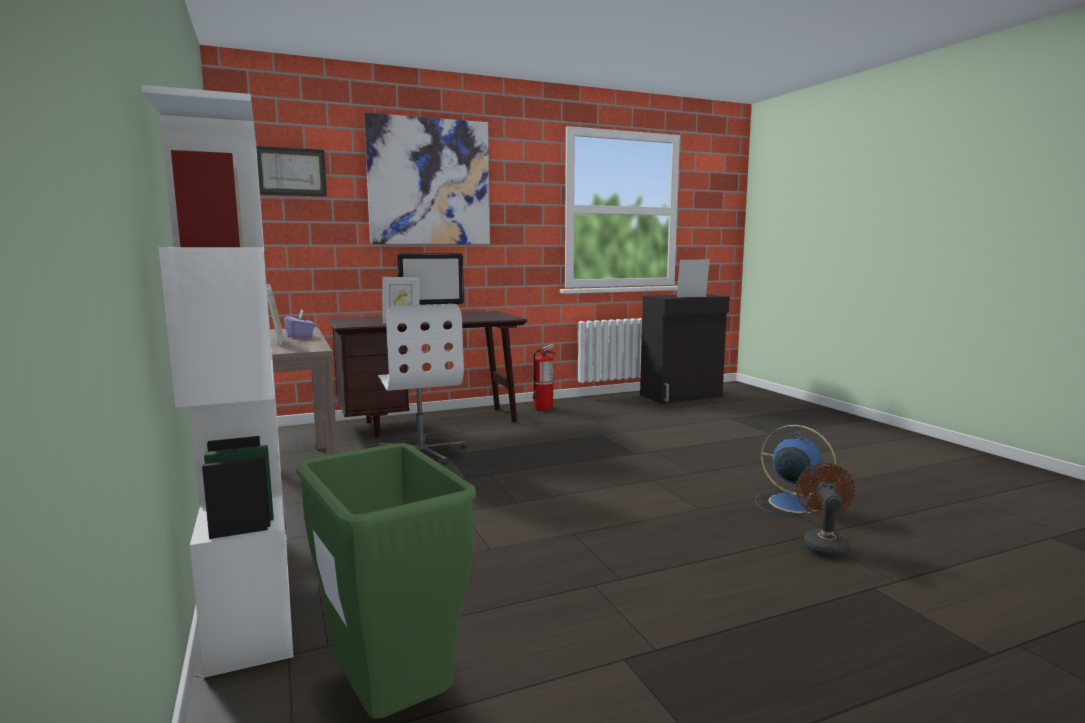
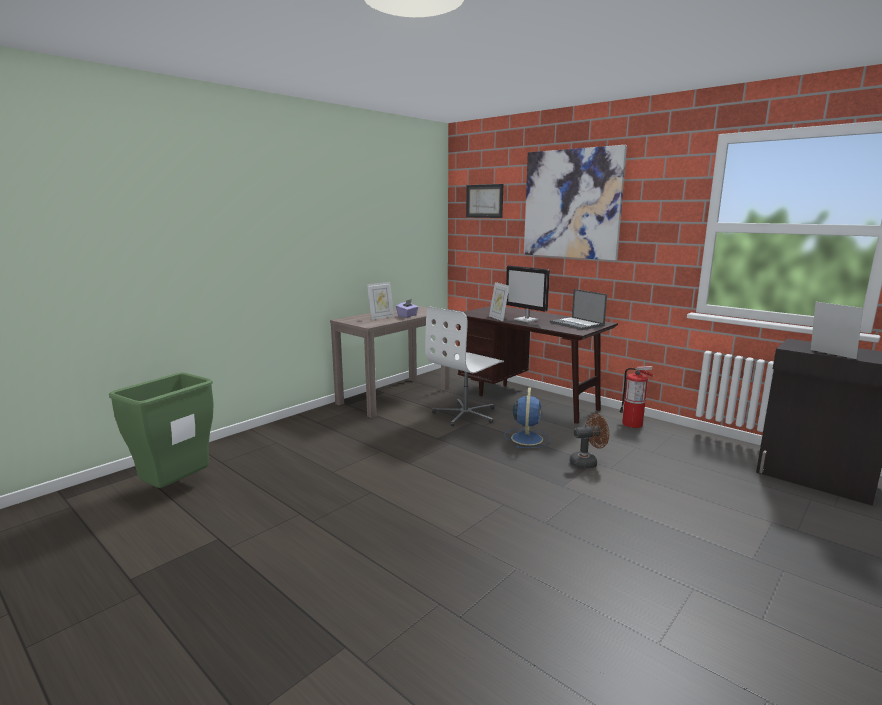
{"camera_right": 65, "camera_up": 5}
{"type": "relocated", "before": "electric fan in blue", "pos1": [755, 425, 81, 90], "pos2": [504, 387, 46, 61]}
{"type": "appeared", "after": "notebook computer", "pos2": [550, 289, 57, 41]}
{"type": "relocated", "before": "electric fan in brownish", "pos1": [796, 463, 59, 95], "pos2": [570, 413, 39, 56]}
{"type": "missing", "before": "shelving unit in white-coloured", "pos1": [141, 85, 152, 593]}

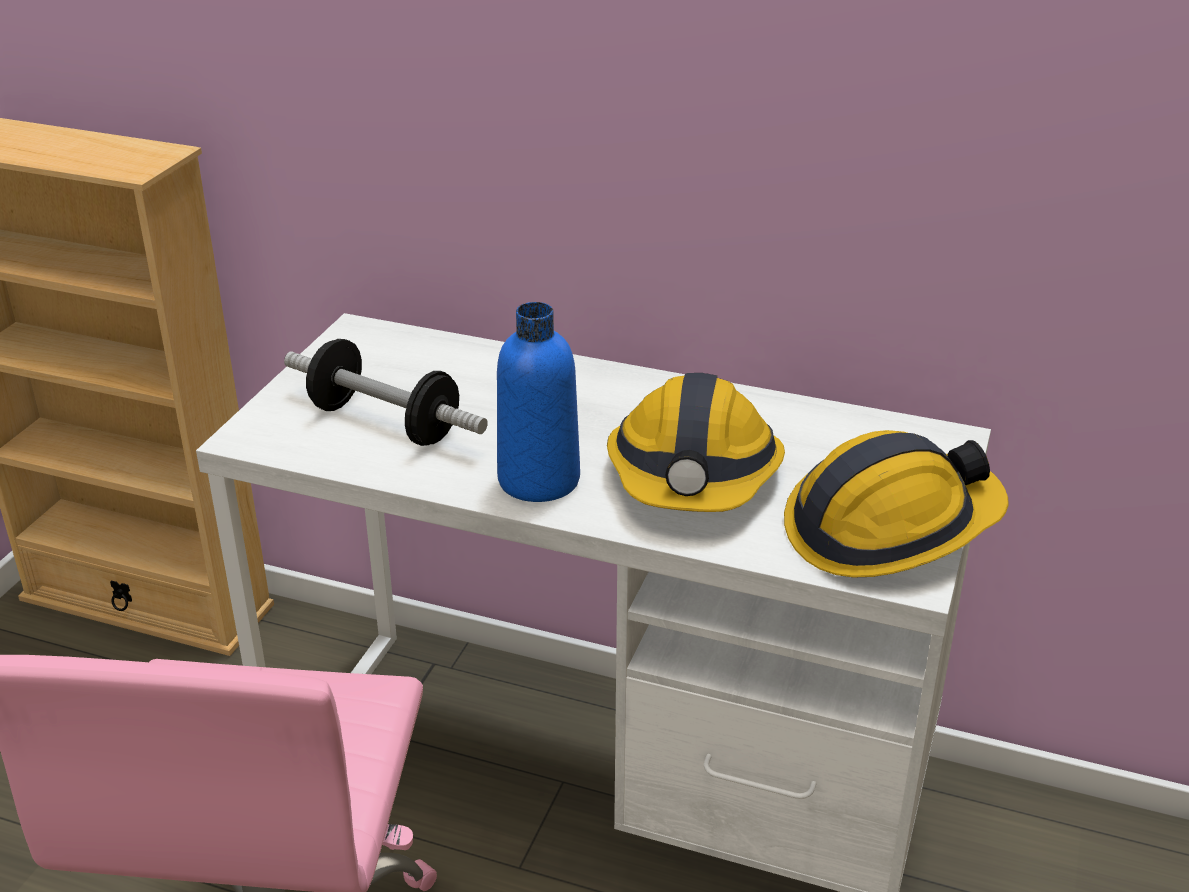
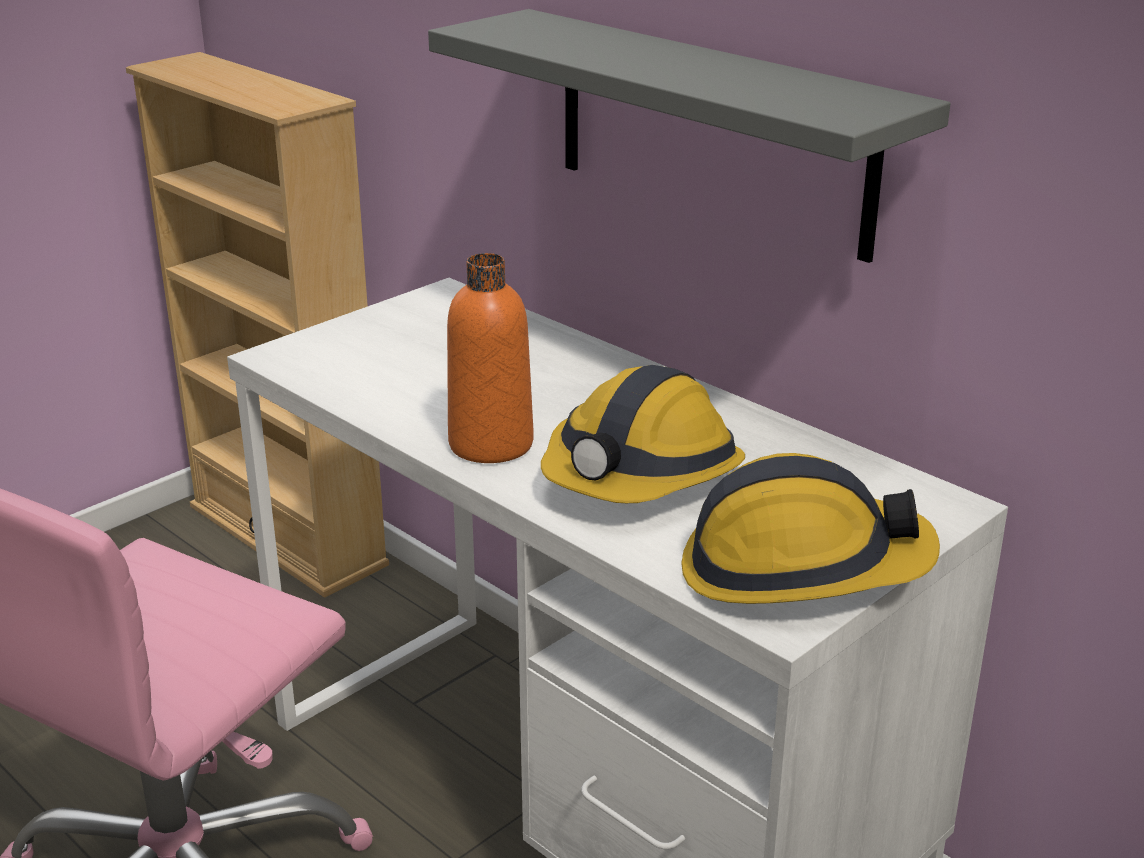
{"camera_right": 25, "camera_up": -5}
{"type": "appeared", "after": "wall shelf in grey", "pos2": [428, 9, 522, 254]}
{"type": "colour", "before": "drink bottle in blue", "after": "drink bottle in orange-coloured", "pos1": [497, 302, 83, 200], "pos2": [447, 253, 87, 210]}
{"type": "missing", "before": "dumbbell", "pos1": [284, 339, 204, 107]}

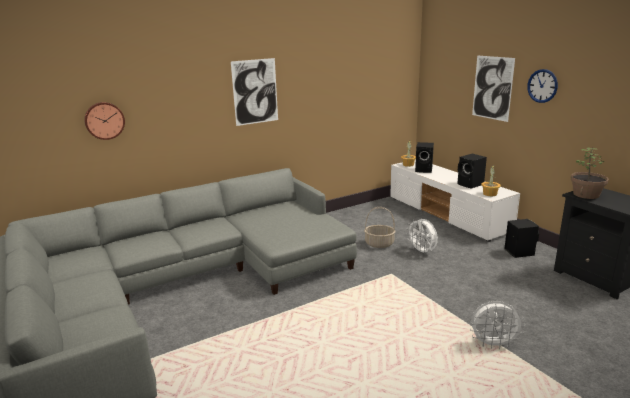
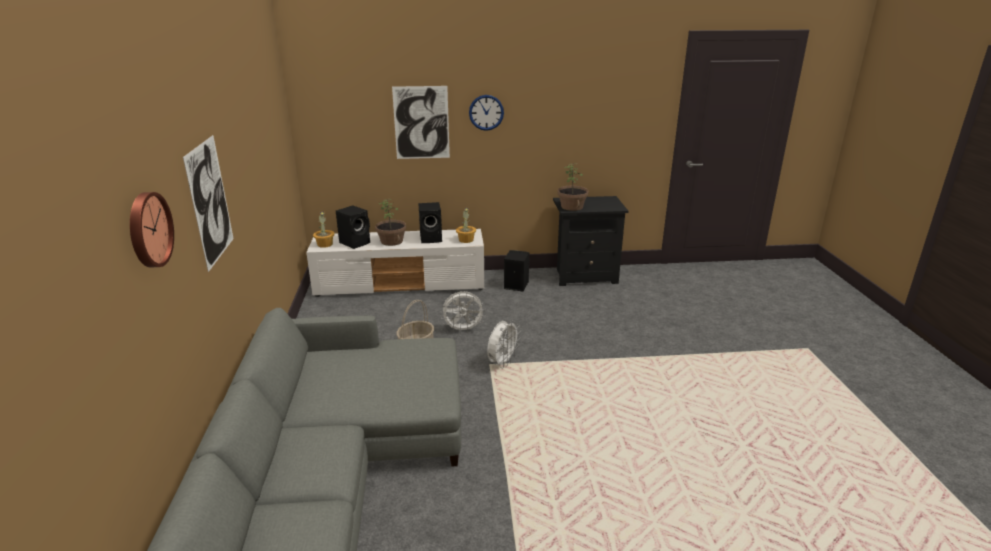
{"camera_right": -65, "camera_up": 5}
{"type": "relocated", "before": "clock on the wall", "pos1": [84, 102, 41, 38], "pos2": [130, 192, 44, 75]}
{"type": "appeared", "after": "plant in a pot", "pos2": [375, 198, 31, 48]}
{"type": "relocated", "before": "electric fan in white-coloured", "pos1": [470, 301, 55, 48], "pos2": [487, 320, 34, 48]}

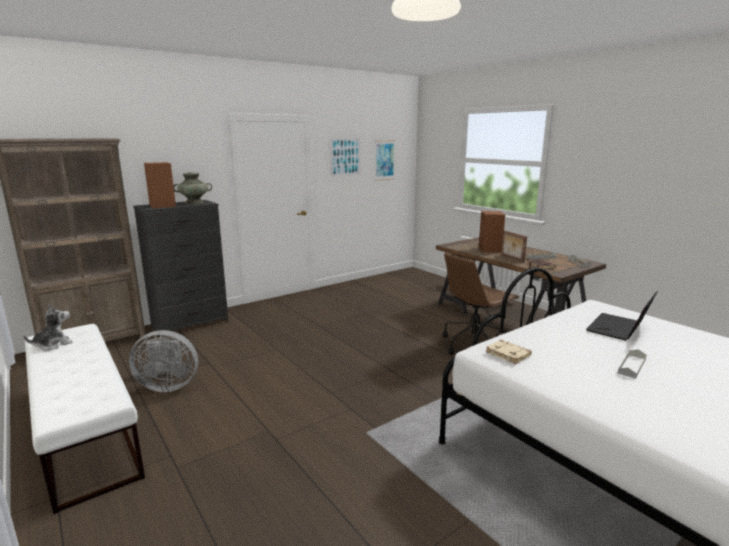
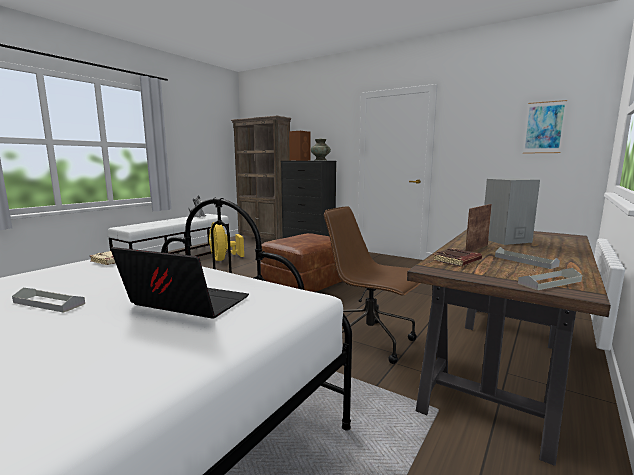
{"camera_right": 70, "camera_up": -5}
{"type": "colour", "before": "electric fan in grey", "after": "electric fan in yellowish", "pos1": [129, 330, 69, 62], "pos2": [209, 222, 35, 39]}
{"type": "appeared", "after": "ottoman in brownish", "pos2": [260, 233, 83, 59]}
{"type": "colour", "before": "loudspeaker in brownish", "after": "loudspeaker in grey", "pos1": [479, 211, 26, 42], "pos2": [484, 178, 56, 67]}
{"type": "missing", "before": "wall picture", "pos1": [330, 138, 30, 39]}

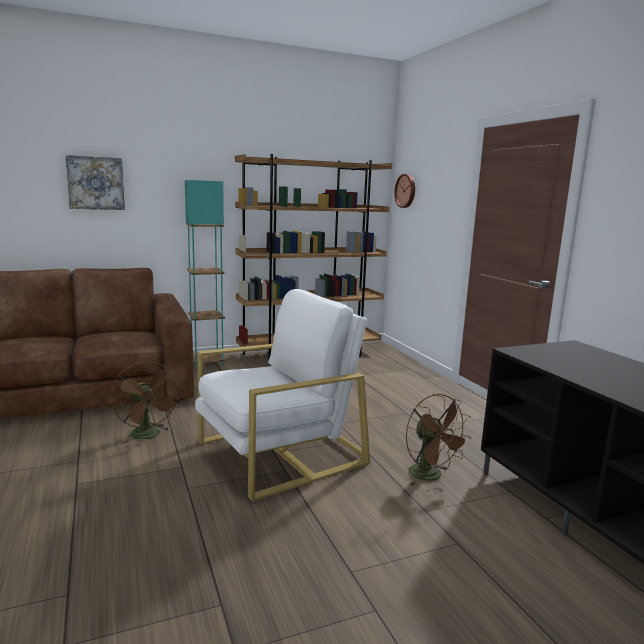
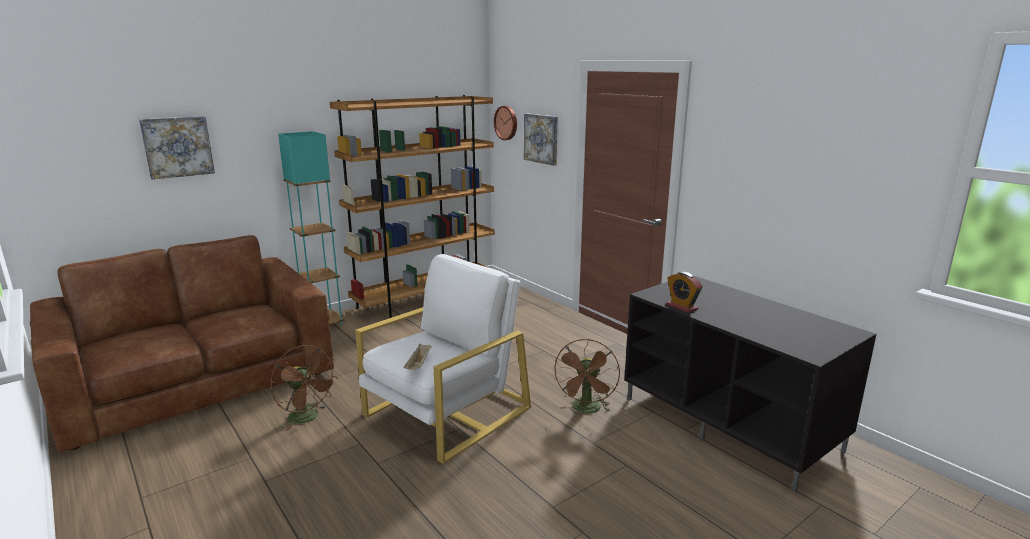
{"camera_right": -15, "camera_up": 5}
{"type": "appeared", "after": "serving tray in beige-coloured", "pos2": [403, 343, 29, 27]}
{"type": "appeared", "after": "wall picture", "pos2": [524, 113, 34, 53]}
{"type": "spun", "before": "electric fan in brownish", "pos1": [406, 394, 65, 92], "pos2": [554, 339, 66, 74], "turn": 60}
{"type": "appeared", "after": "alarm clock", "pos2": [666, 272, 37, 41]}

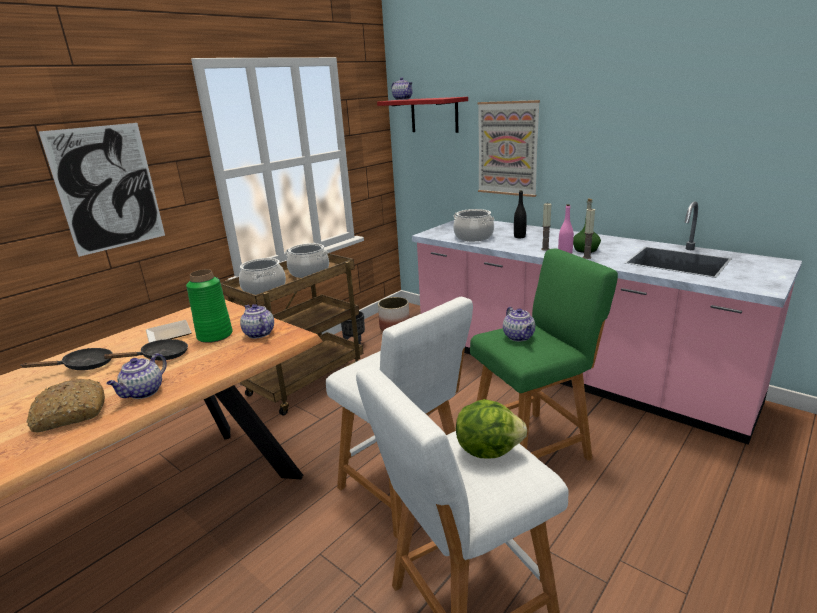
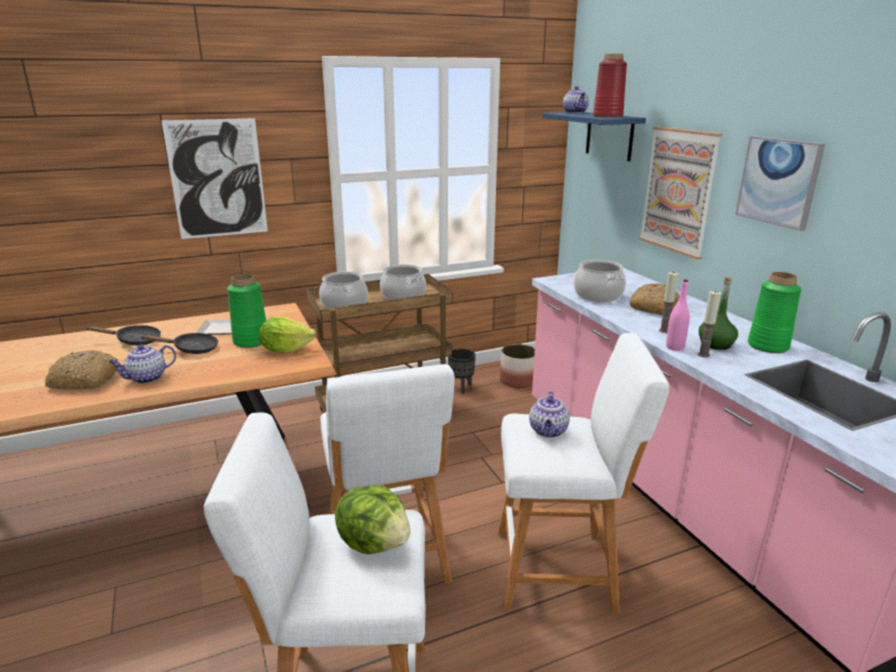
{"camera_right": 25, "camera_up": 0}
{"type": "exchanged", "before": "teapot", "after": "head of lettuce", "pos1": [240, 304, 34, 35], "pos2": [259, 316, 57, 37]}
{"type": "colour", "before": "stool in green-coloured", "after": "stool in white-coloured", "pos1": [470, 249, 148, 212], "pos2": [498, 333, 171, 281]}
{"type": "colour", "before": "wall shelf in red-coloured", "after": "wall shelf in blue", "pos1": [377, 97, 91, 36], "pos2": [542, 112, 104, 49]}
{"type": "appeared", "after": "flower vase in red-coloured", "pos2": [593, 54, 34, 64]}
{"type": "exchanged", "before": "drink bottle in black-coloured", "after": "bread", "pos1": [514, 190, 13, 48], "pos2": [630, 283, 50, 32]}
{"type": "appeared", "after": "wall picture", "pos2": [735, 136, 90, 95]}
{"type": "appeared", "after": "flower vase in green-coloured", "pos2": [748, 272, 54, 81]}

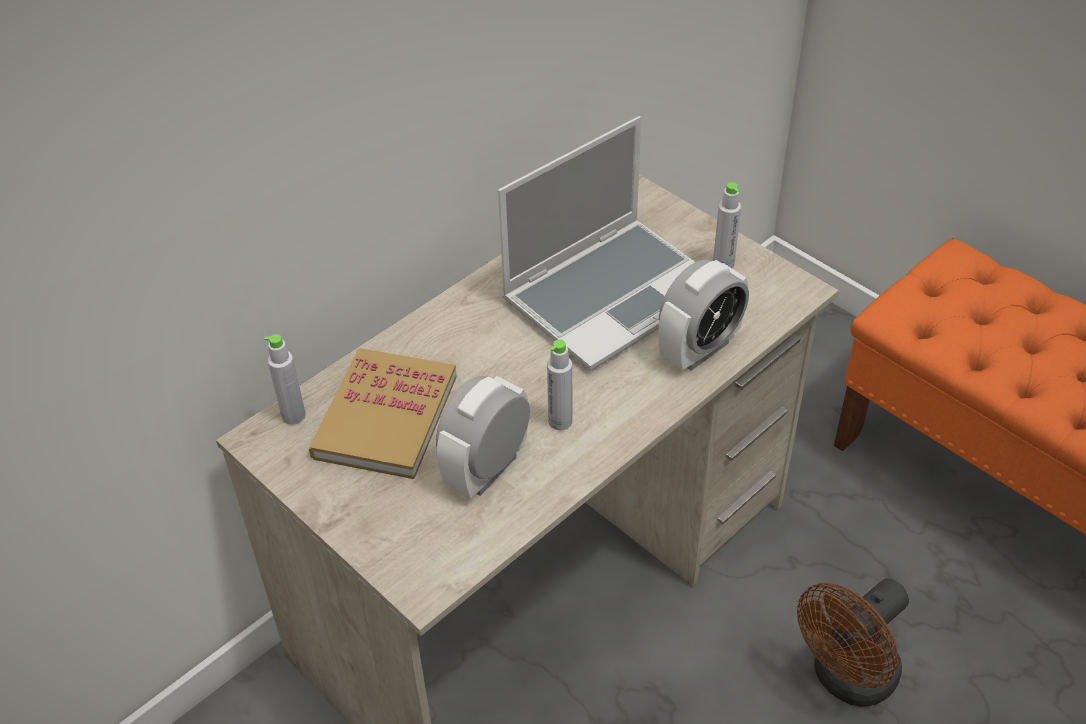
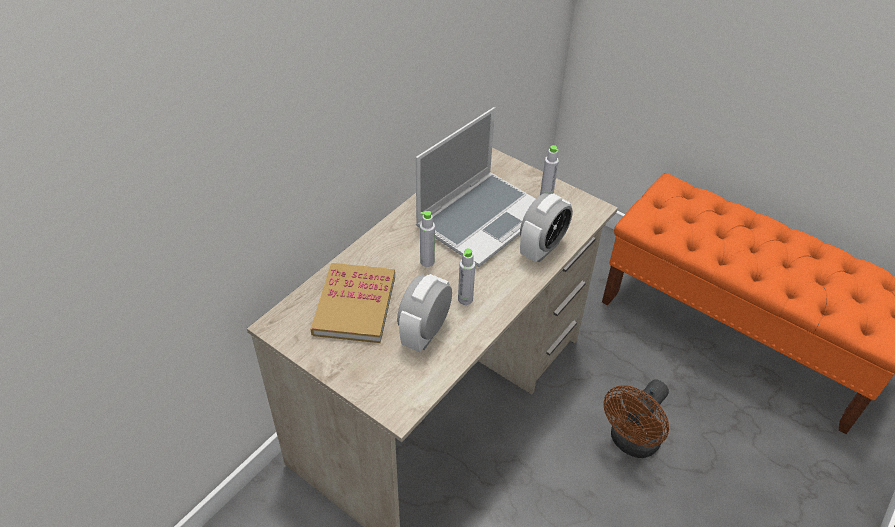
{"camera_right": -10, "camera_up": 0}
{"type": "relocated", "before": "drink bottle in grey", "pos1": [264, 334, 42, 91], "pos2": [420, 211, 15, 56]}

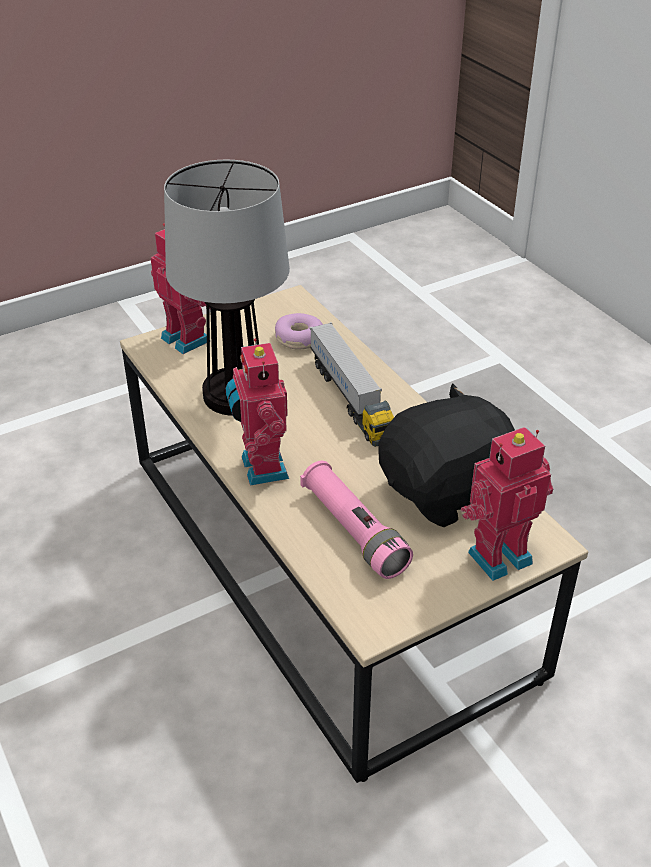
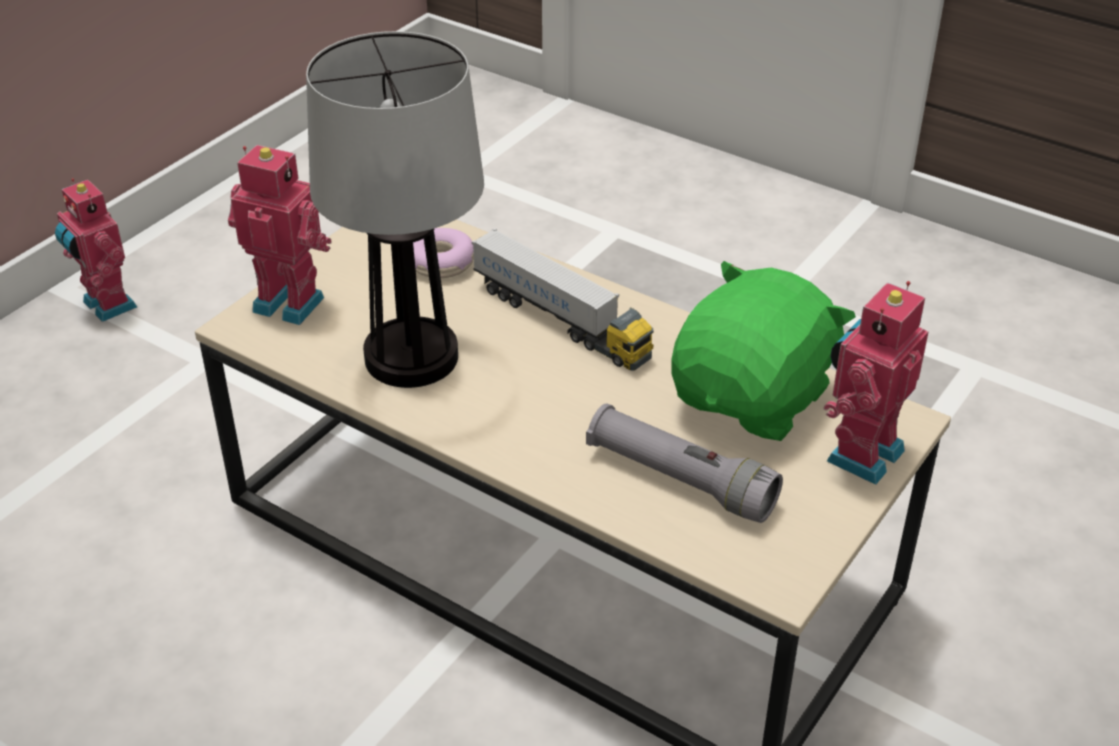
{"camera_right": -25, "camera_up": 0}
{"type": "relocated", "before": "model robot", "pos1": [226, 338, 63, 148], "pos2": [55, 178, 82, 144]}
{"type": "colour", "before": "hand torch in pink", "after": "hand torch in grey", "pos1": [300, 461, 113, 118], "pos2": [586, 403, 197, 120]}
{"type": "colour", "before": "plush toy in black-coloured", "after": "plush toy in green-coloured", "pos1": [379, 384, 136, 143], "pos2": [671, 261, 185, 180]}

